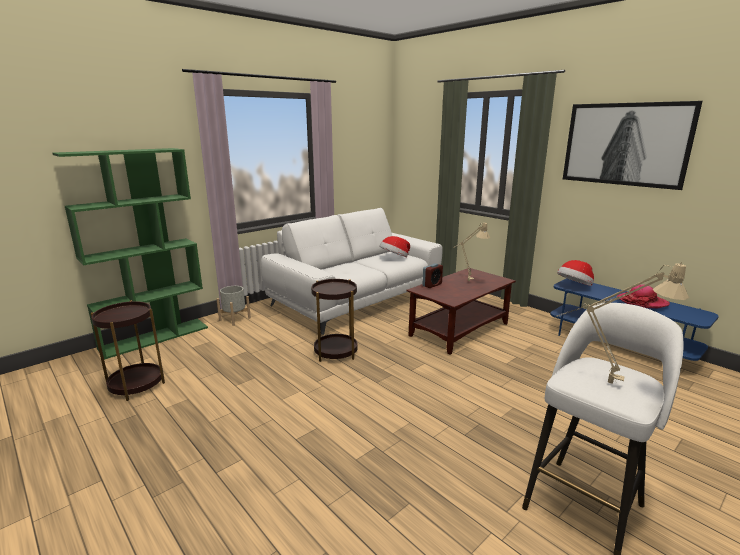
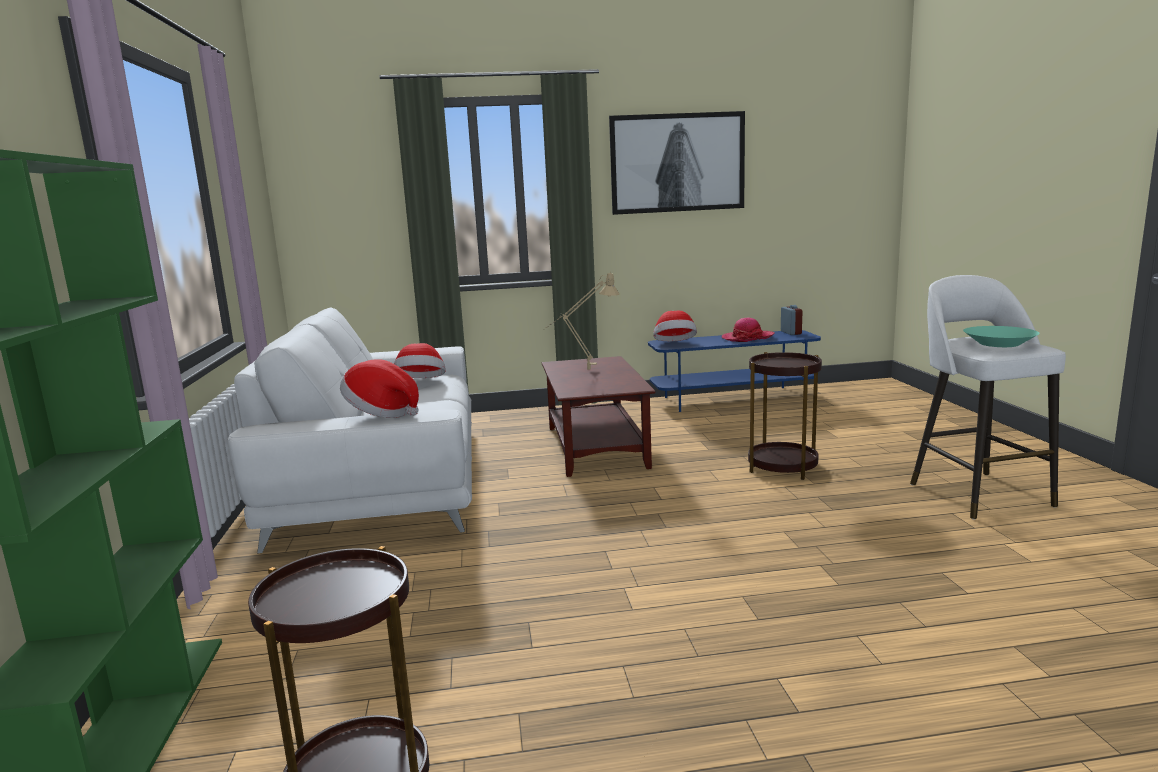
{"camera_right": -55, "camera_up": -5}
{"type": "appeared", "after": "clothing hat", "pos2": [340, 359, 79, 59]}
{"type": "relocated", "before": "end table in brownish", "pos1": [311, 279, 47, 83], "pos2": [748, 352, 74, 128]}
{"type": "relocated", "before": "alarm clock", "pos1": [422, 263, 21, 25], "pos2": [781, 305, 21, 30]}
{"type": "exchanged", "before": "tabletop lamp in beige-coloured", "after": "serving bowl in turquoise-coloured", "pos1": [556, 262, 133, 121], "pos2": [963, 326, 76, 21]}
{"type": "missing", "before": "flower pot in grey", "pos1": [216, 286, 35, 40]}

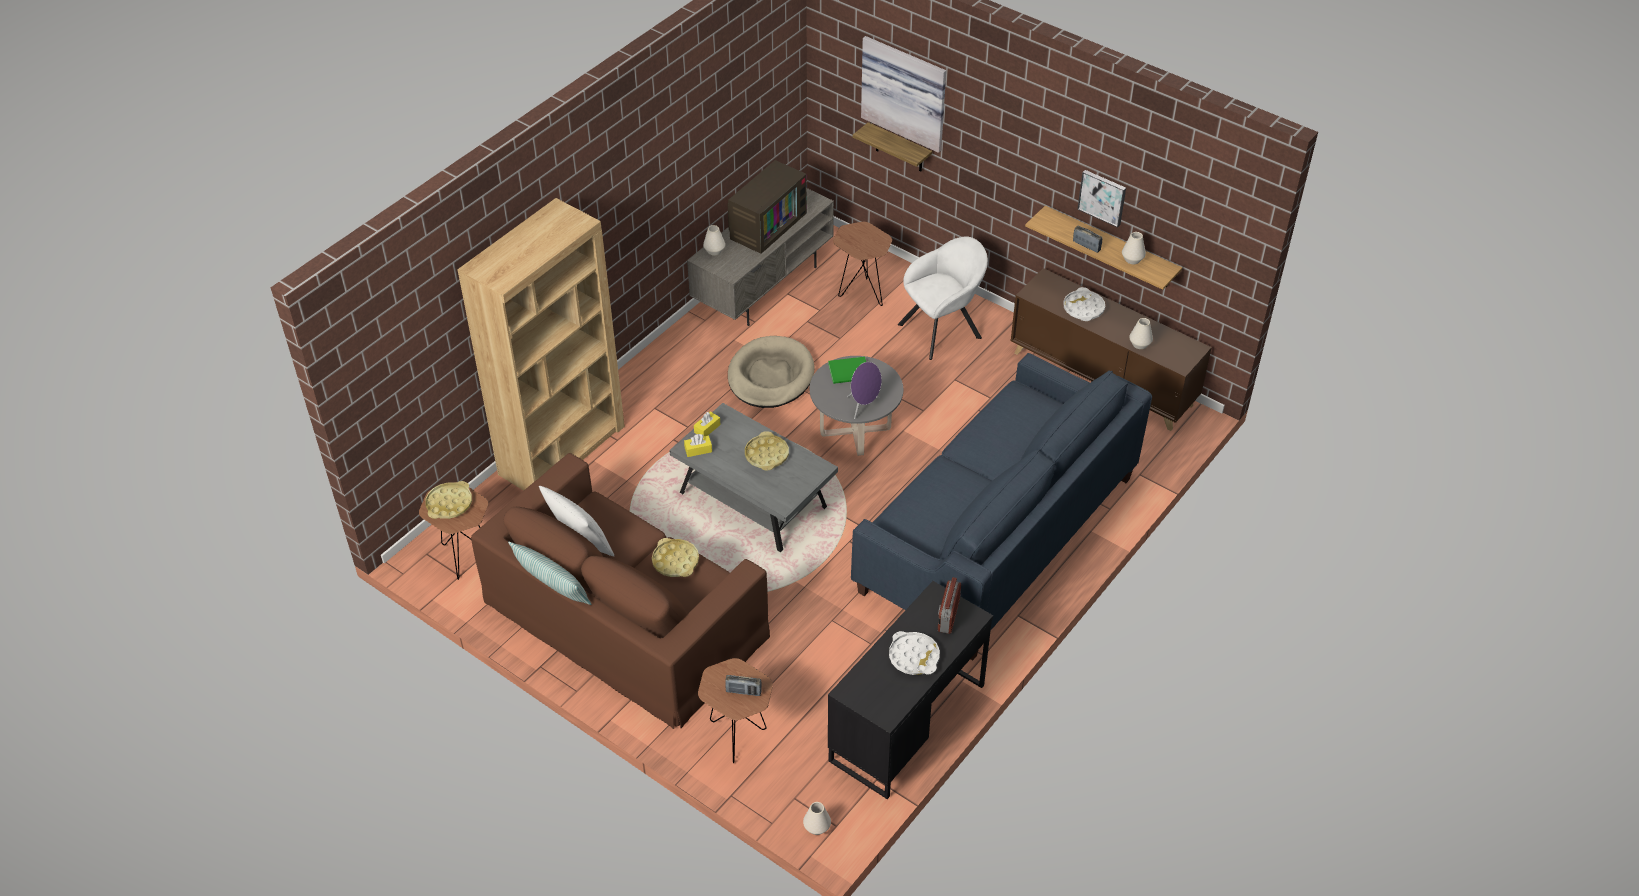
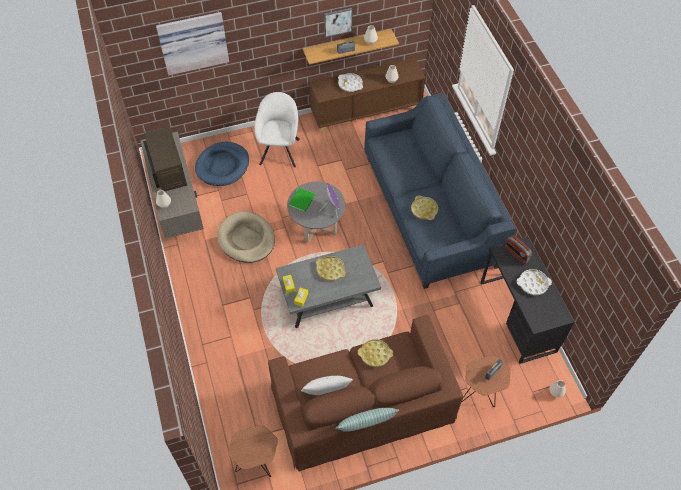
{"camera_right": -55, "camera_up": 10}
{"type": "exchanged", "before": "end table in brownish", "after": "pet bed in blue", "pos1": [833, 222, 59, 84], "pos2": [195, 142, 54, 44]}
{"type": "relocated", "before": "serving tray in yellowish", "pos1": [425, 481, 47, 38], "pos2": [411, 195, 27, 25]}
{"type": "missing", "before": "shelving unit in brownish", "pos1": [457, 198, 168, 293]}
{"type": "missing", "before": "wall shelf", "pos1": [853, 122, 79, 49]}

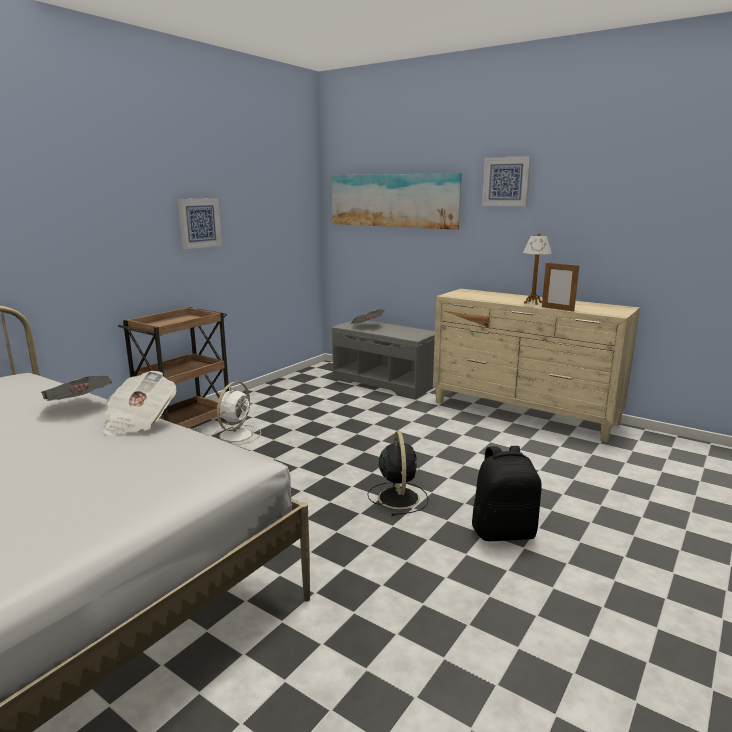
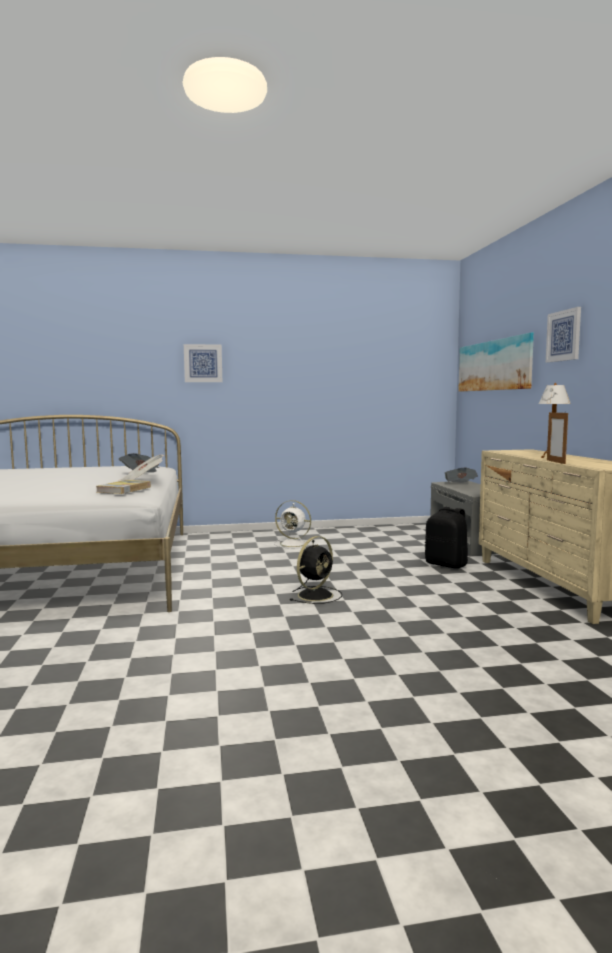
{"camera_right": 45, "camera_up": -10}
{"type": "appeared", "after": "volume", "pos2": [97, 480, 54, 14]}
{"type": "relocated", "before": "wall picture", "pos1": [178, 198, 44, 51], "pos2": [184, 344, 38, 38]}
{"type": "spun", "before": "electric fan in white-coloured", "pos1": [214, 381, 47, 64], "pos2": [274, 500, 39, 49], "turn": 45}
{"type": "relocated", "before": "knapsack in black-coloured", "pos1": [472, 446, 70, 95], "pos2": [425, 507, 43, 62]}
{"type": "missing", "before": "cart in brownish", "pos1": [118, 307, 111, 121]}

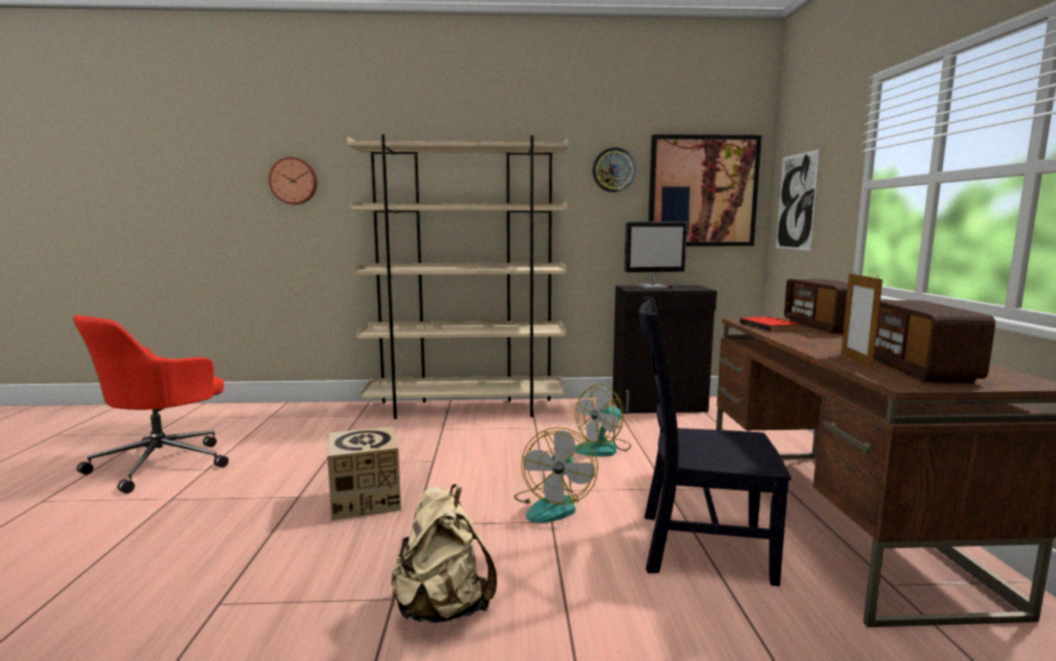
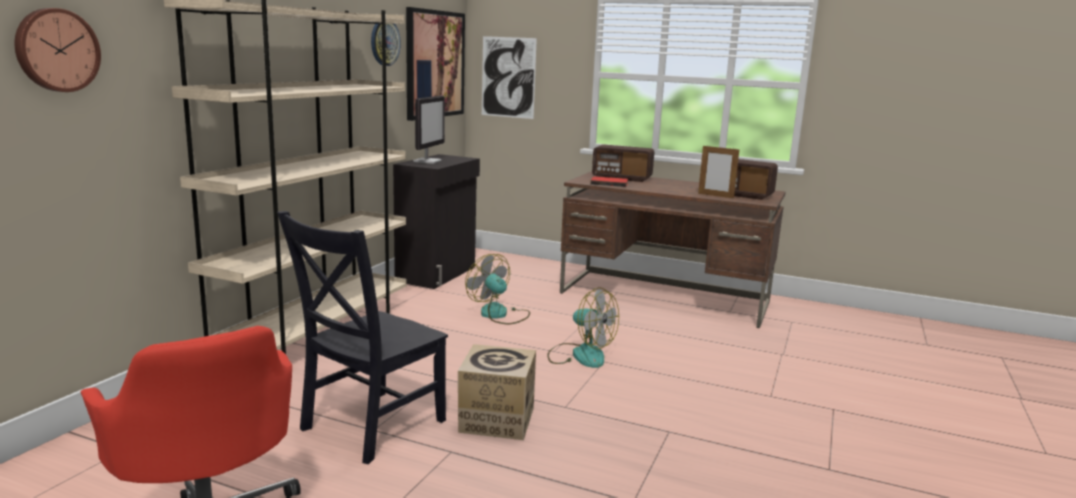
{"camera_right": -65, "camera_up": 5}
{"type": "relocated", "before": "plain chair in black-coloured", "pos1": [639, 297, 152, 289], "pos2": [277, 211, 171, 253]}
{"type": "spun", "before": "electric fan", "pos1": [574, 384, 57, 72], "pos2": [465, 254, 65, 70], "turn": 150}
{"type": "missing", "before": "knapsack in beige-coloured", "pos1": [391, 484, 106, 139]}

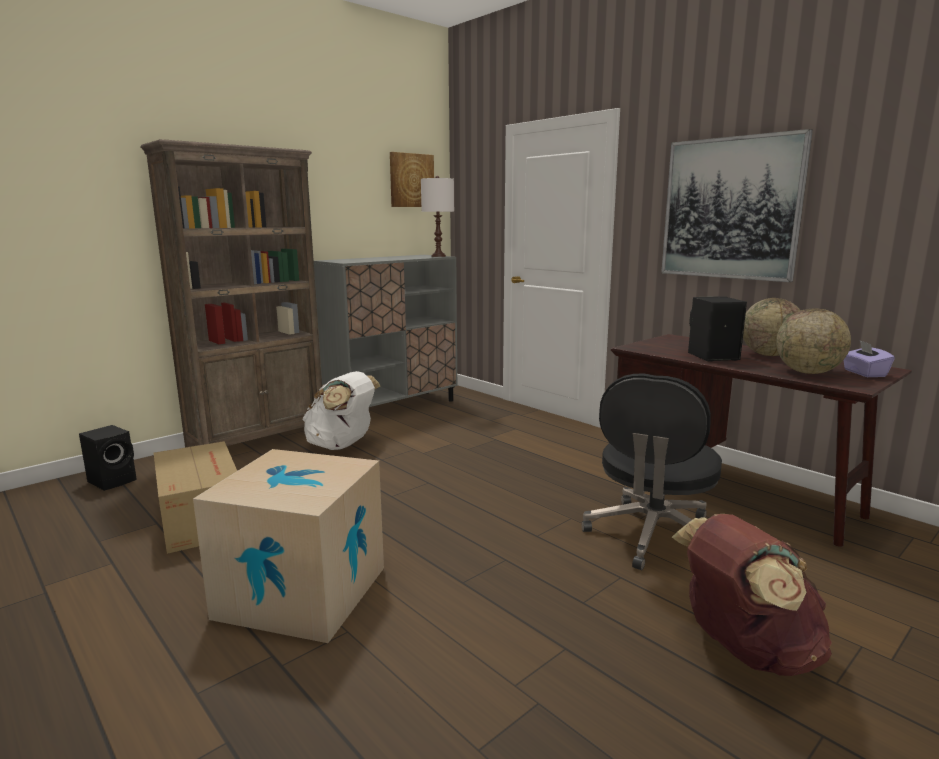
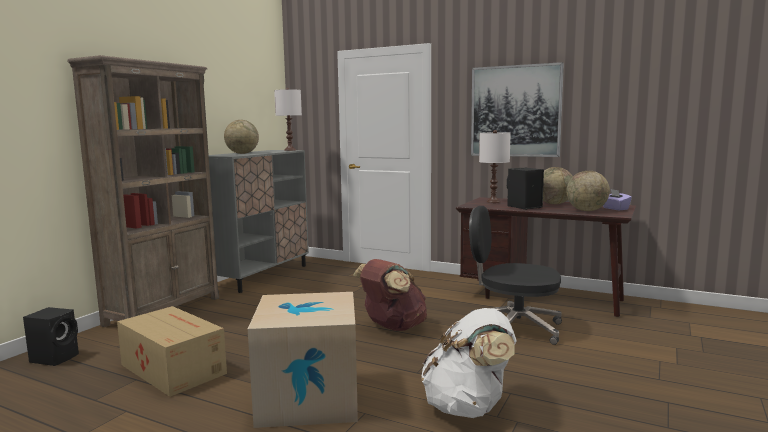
{"camera_right": -20, "camera_up": -5}
{"type": "appeared", "after": "desk globe", "pos2": [224, 120, 35, 34]}
{"type": "relocated", "before": "knapsack in brownish", "pos1": [672, 514, 160, 162], "pos2": [353, 259, 74, 72]}
{"type": "relocated", "before": "knapsack in white-coloured", "pos1": [302, 371, 78, 79], "pos2": [422, 308, 95, 110]}
{"type": "spun", "before": "computer chair in black-coloured", "pos1": [582, 374, 140, 196], "pos2": [469, 206, 93, 139], "turn": 105}
{"type": "appeared", "after": "tabletop lamp in white-coloured", "pos2": [479, 130, 32, 73]}
{"type": "missing", "before": "wall picture", "pos1": [390, 152, 44, 55]}

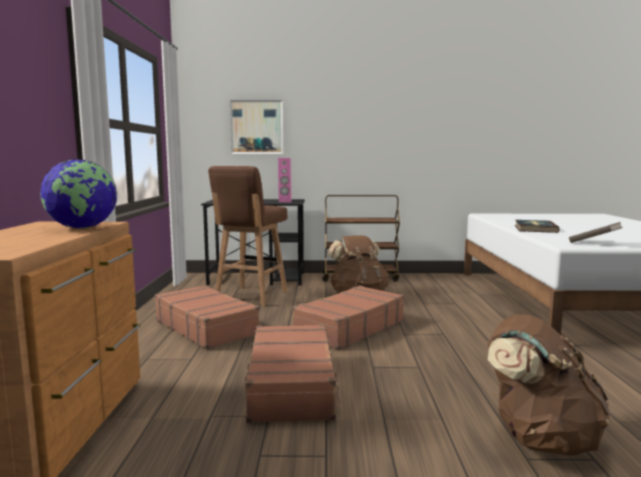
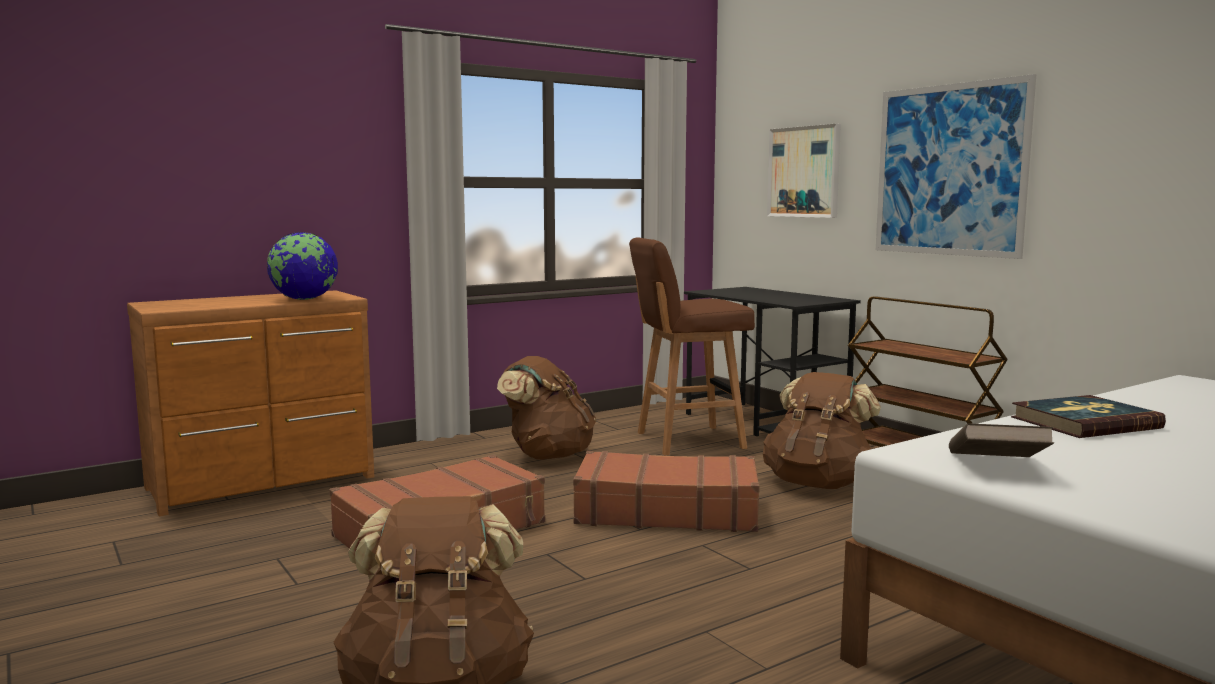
{"camera_right": 55, "camera_up": 0}
{"type": "exchanged", "before": "suitcase in brownish", "after": "knapsack in brownish", "pos1": [155, 285, 105, 64], "pos2": [497, 356, 99, 104]}
{"type": "appeared", "after": "wall picture", "pos2": [876, 74, 160, 185]}
{"type": "missing", "before": "loudspeaker in pink", "pos1": [278, 158, 13, 44]}

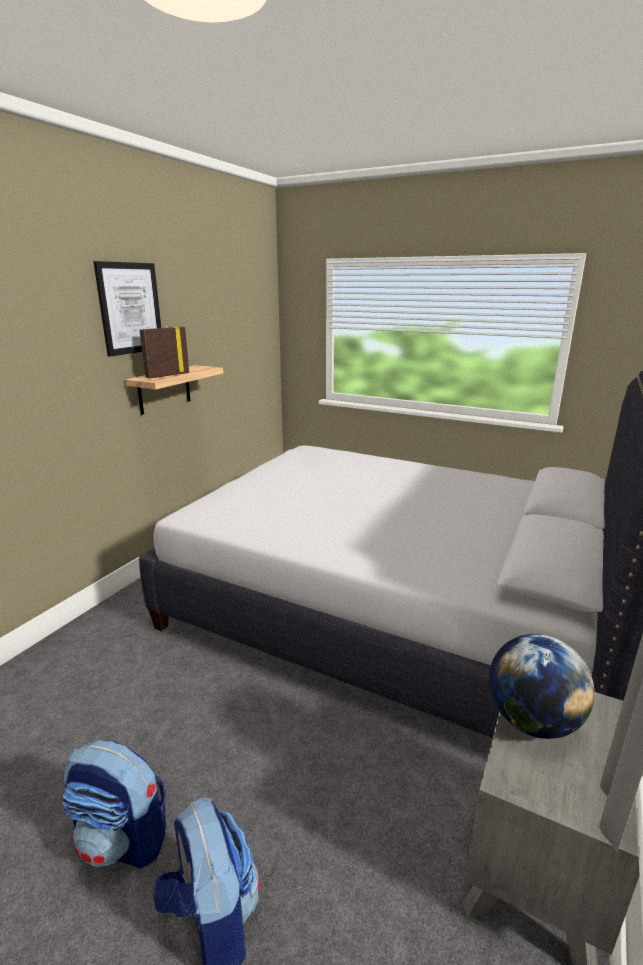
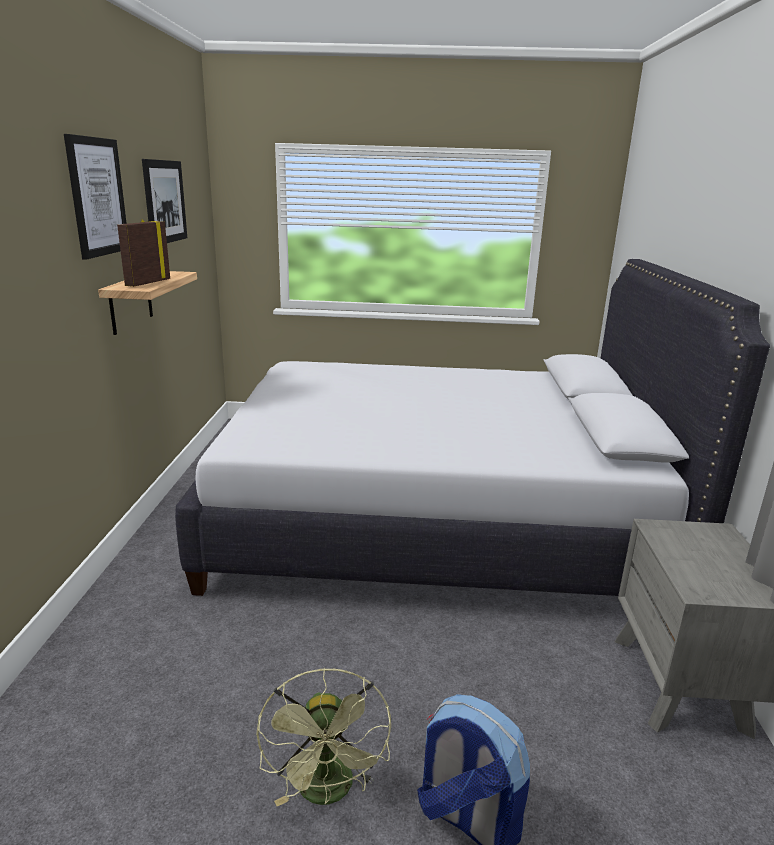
{"camera_right": -25, "camera_up": 0}
{"type": "appeared", "after": "wall picture", "pos2": [142, 159, 45, 84]}
{"type": "exchanged", "before": "knapsack", "after": "electric fan in green-coloured", "pos1": [62, 740, 104, 129], "pos2": [256, 668, 135, 138]}
{"type": "missing", "before": "desk globe", "pos1": [489, 634, 106, 105]}

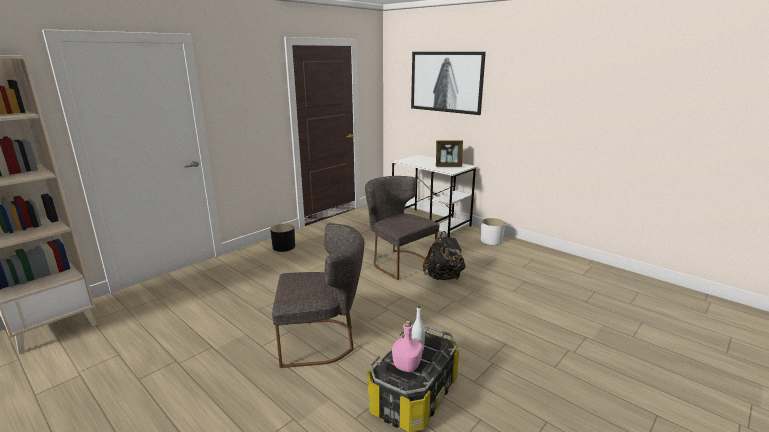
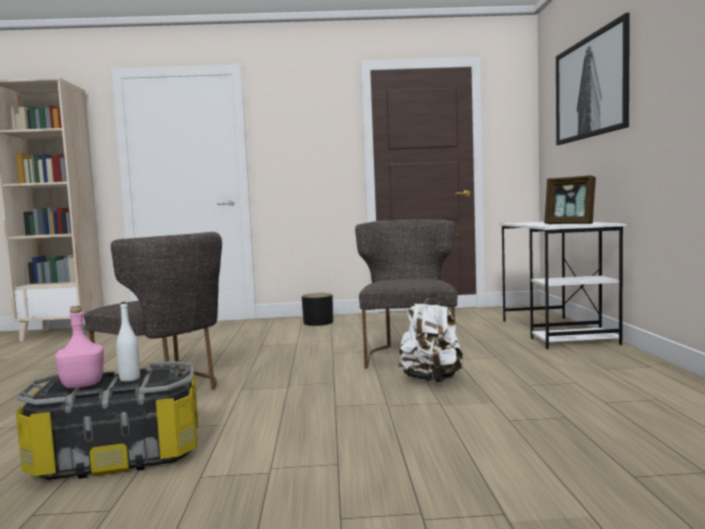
{"camera_right": 45, "camera_up": -15}
{"type": "colour", "before": "knapsack in black-coloured", "after": "knapsack in white-coloured", "pos1": [422, 231, 44, 49], "pos2": [399, 294, 64, 89]}
{"type": "missing", "before": "flower pot in white-coloured", "pos1": [481, 218, 24, 27]}

